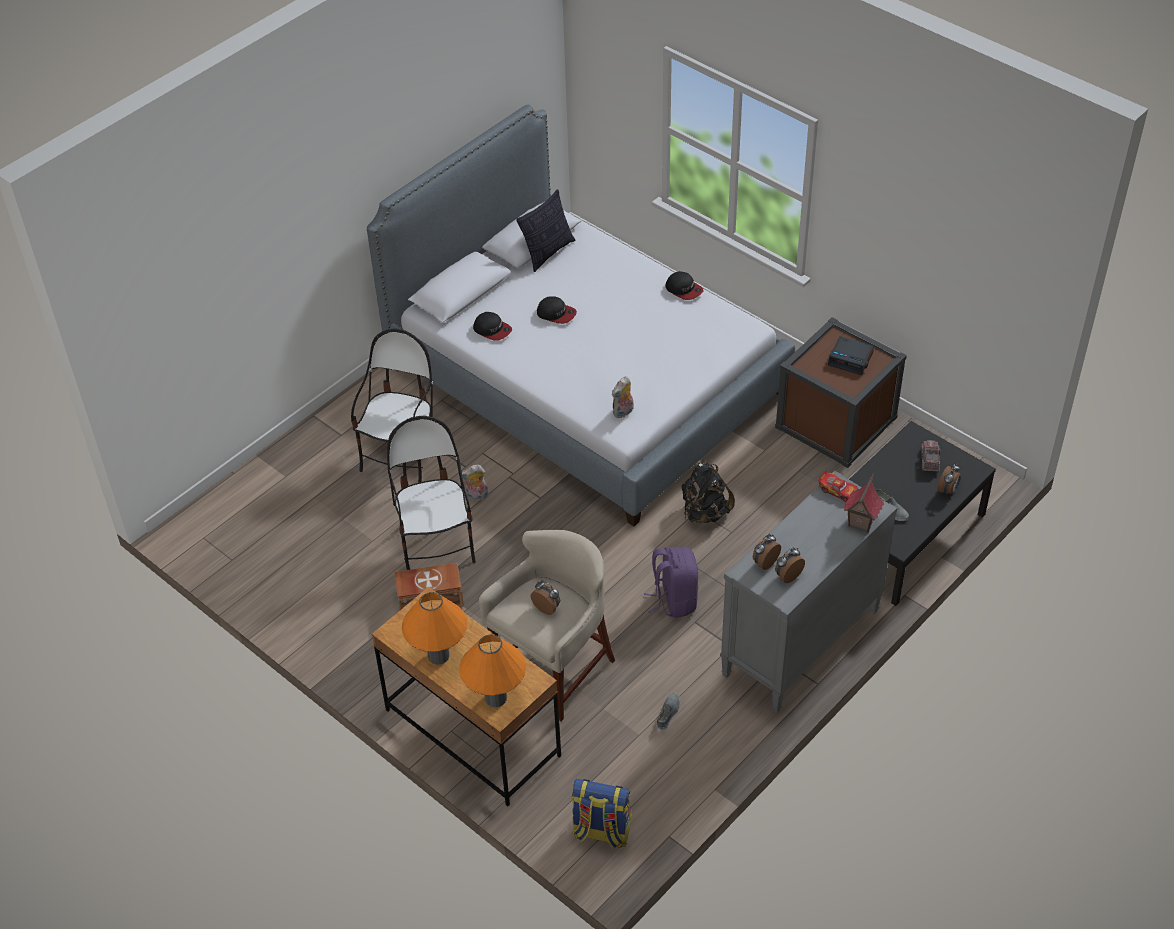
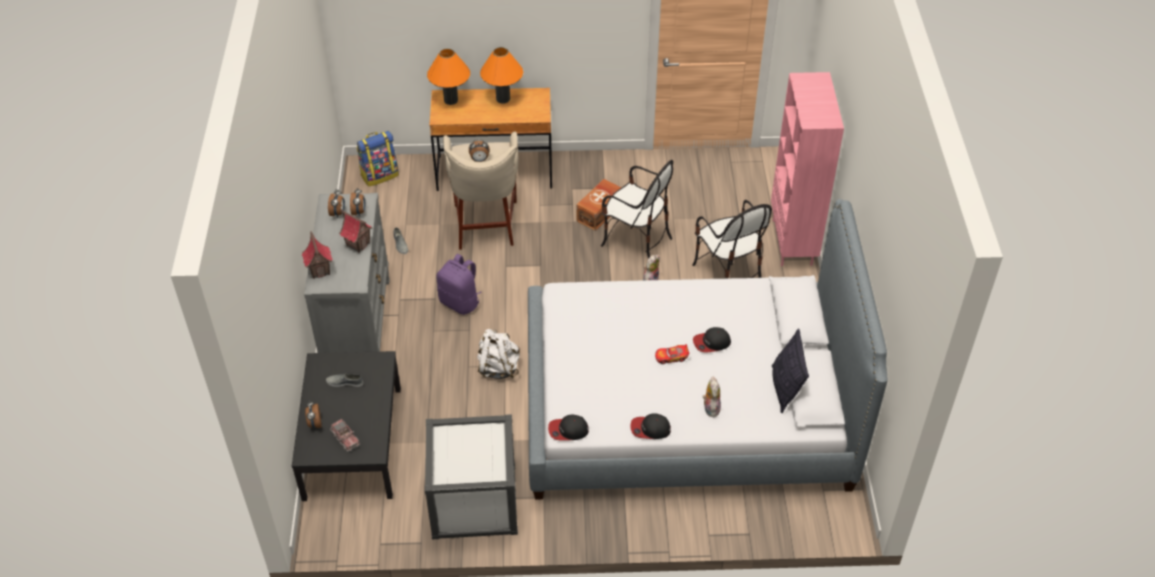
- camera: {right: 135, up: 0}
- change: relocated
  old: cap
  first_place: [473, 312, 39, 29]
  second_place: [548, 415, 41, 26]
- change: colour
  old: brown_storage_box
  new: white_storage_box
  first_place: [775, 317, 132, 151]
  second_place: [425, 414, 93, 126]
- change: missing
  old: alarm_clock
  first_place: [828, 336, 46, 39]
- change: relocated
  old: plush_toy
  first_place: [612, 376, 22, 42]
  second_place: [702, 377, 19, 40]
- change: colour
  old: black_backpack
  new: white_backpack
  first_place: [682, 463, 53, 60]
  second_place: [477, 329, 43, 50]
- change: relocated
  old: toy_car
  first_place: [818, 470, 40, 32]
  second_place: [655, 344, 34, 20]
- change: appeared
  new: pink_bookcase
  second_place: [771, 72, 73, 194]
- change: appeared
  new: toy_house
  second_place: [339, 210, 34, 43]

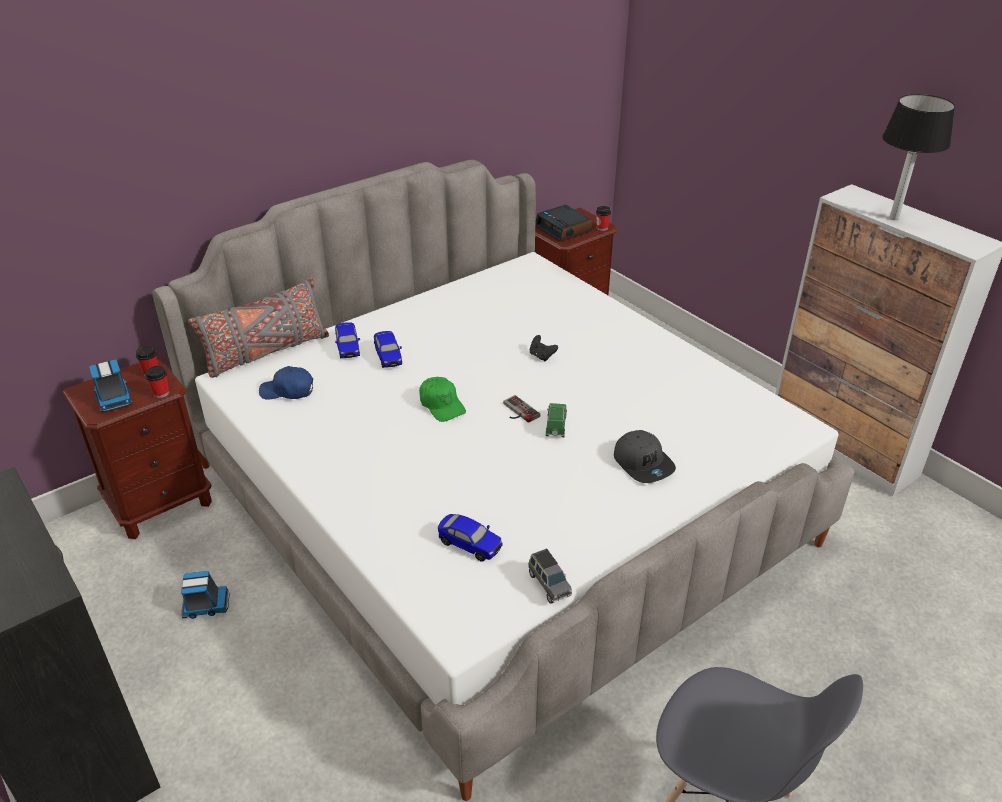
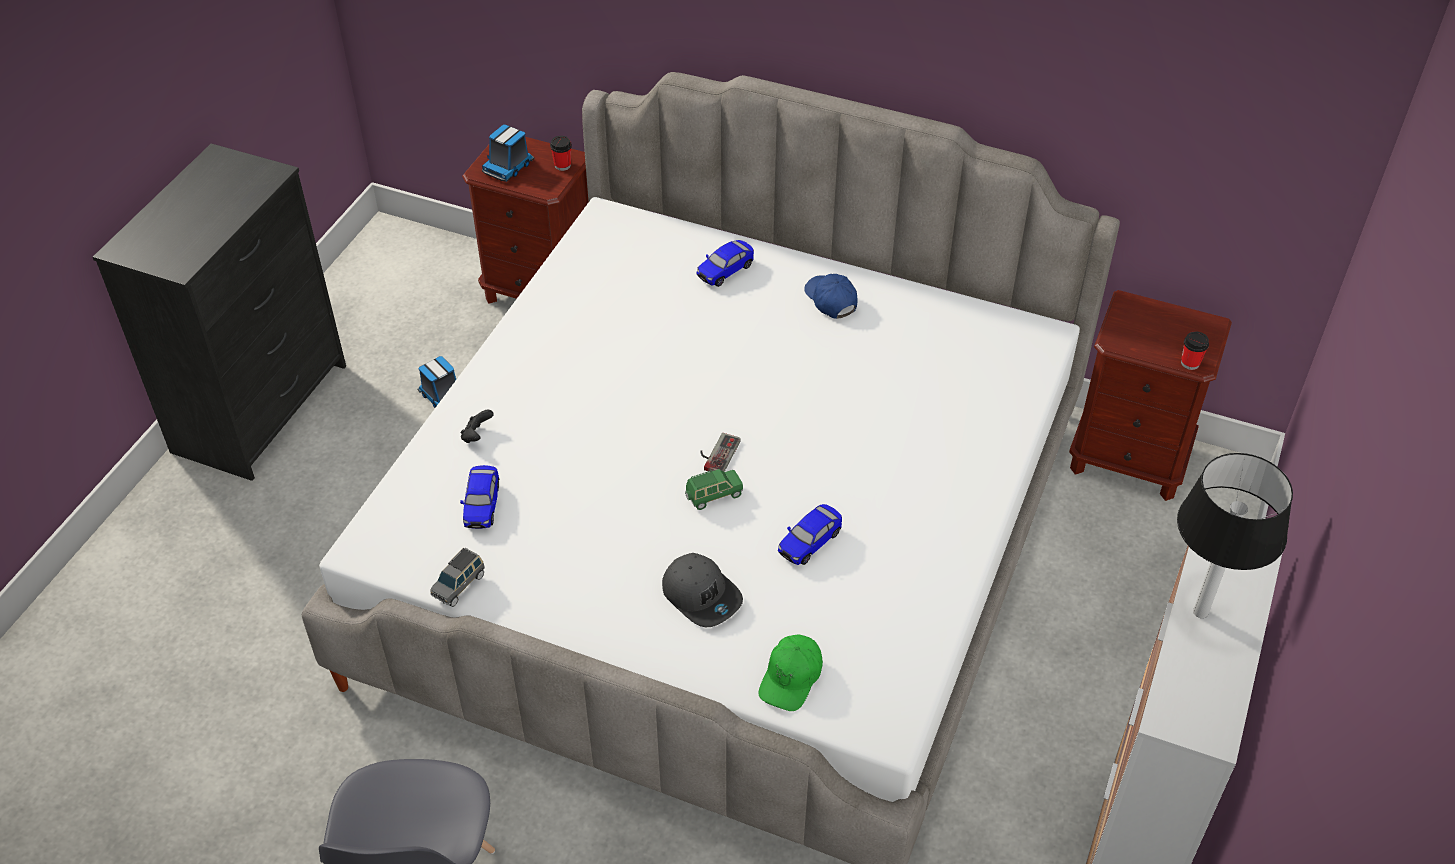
- camera: {right: 60, up: 10}
- change: missing
  old: alarm_clock
  first_place: [535, 205, 58, 37]
- change: missing
  old: grey_pillow
  first_place: [188, 278, 141, 100]
- change: relocated
  old: toy_car
  first_place: [374, 331, 28, 37]
  second_place: [778, 504, 64, 61]
- change: relocated
  old: black_game_controller
  first_place: [530, 335, 28, 26]
  second_place: [461, 410, 33, 33]
- change: missing
  old: cup
  first_place: [145, 366, 24, 32]
- change: relocated
  old: blue_cap
  first_place: [259, 366, 54, 34]
  second_place: [804, 274, 54, 45]
- change: relocated
  old: green_cap
  first_place: [419, 377, 47, 45]
  second_place: [759, 635, 64, 76]
- change: spun
  old: grey_cap
  first_place: [614, 430, 62, 53]
  second_place: [662, 553, 81, 74]
  degrees: -75

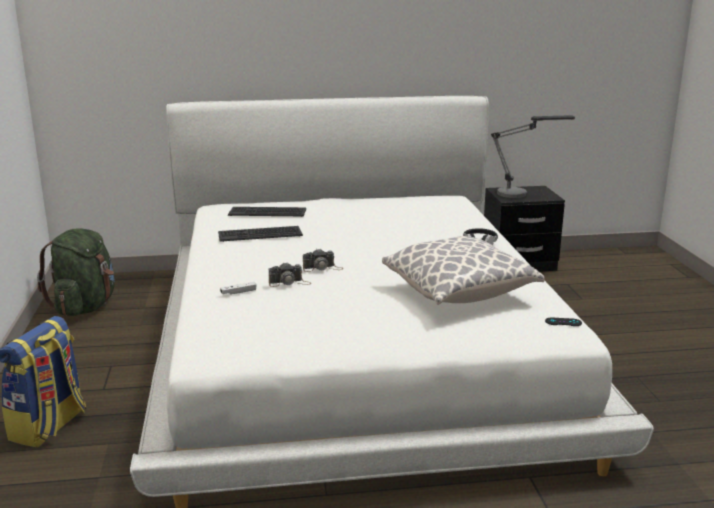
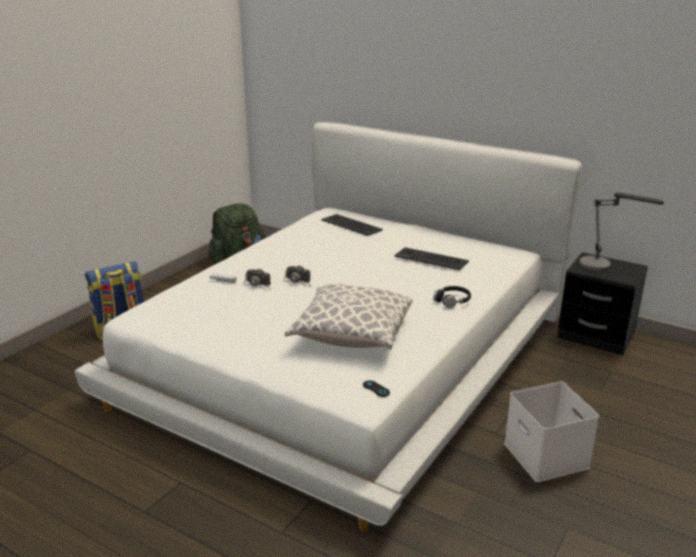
- camera: {right: 40, up: 5}
- change: relocated
  old: keyboard
  first_place: [218, 226, 85, 16]
  second_place: [394, 247, 75, 23]
- change: appeared
  new: white_storage_box
  second_place: [504, 382, 95, 100]

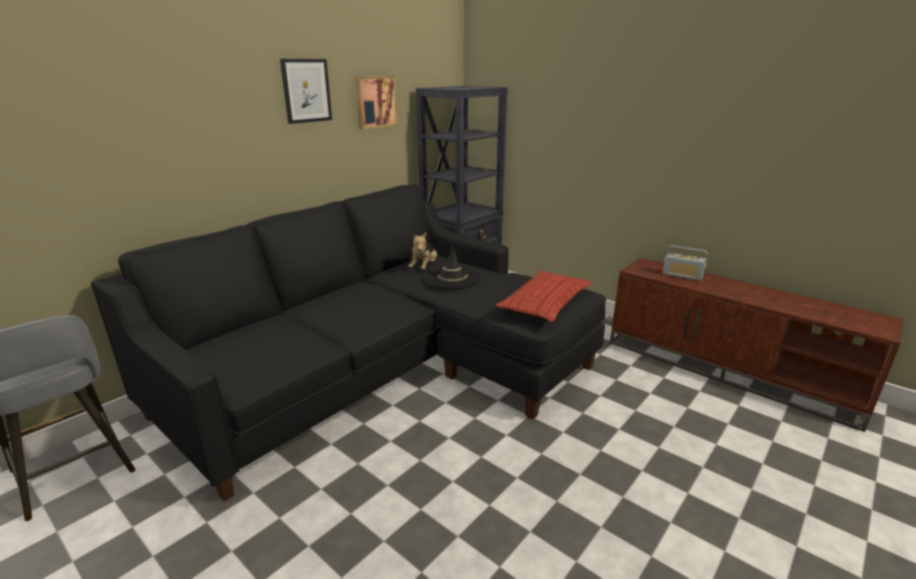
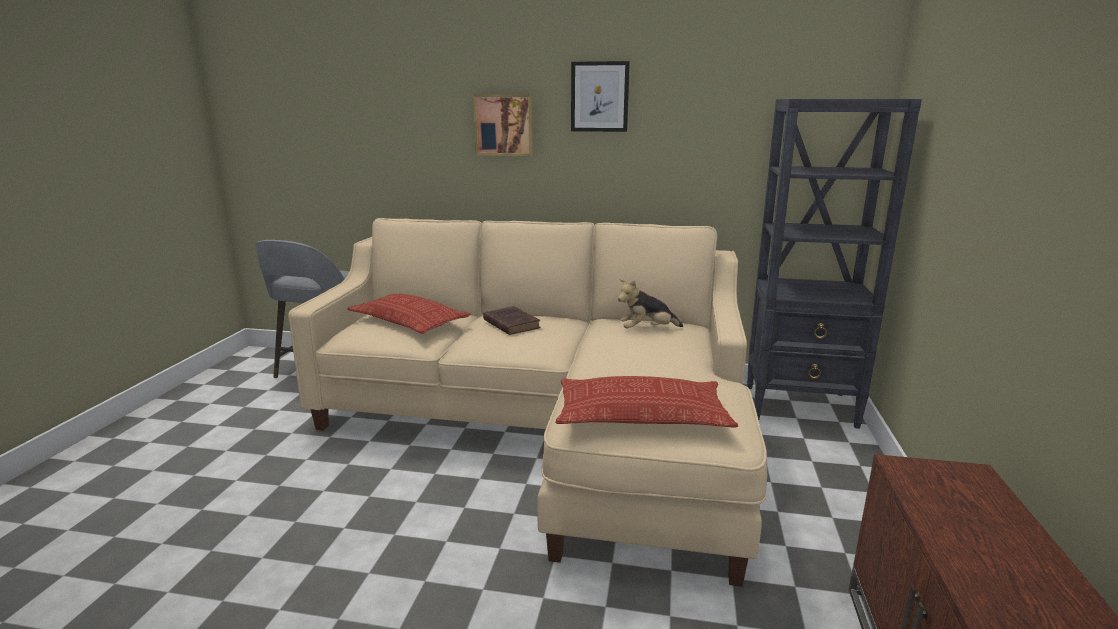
- camera: {right: 60, up: -5}
- change: relocated
  old: picture
  first_place: [355, 76, 43, 54]
  second_place: [473, 94, 60, 62]
- change: colour
  old: black_sofa
  new: beige_sofa
  first_place: [91, 184, 515, 317]
  second_place: [288, 218, 479, 369]
- change: missing
  old: black_hat
  first_place: [424, 245, 57, 44]
- change: missing
  old: radio
  first_place: [663, 245, 45, 36]
- change: appeared
  new: pillow
  second_place: [347, 294, 124, 40]
- change: appeared
  new: brown_book
  second_place: [483, 306, 58, 29]

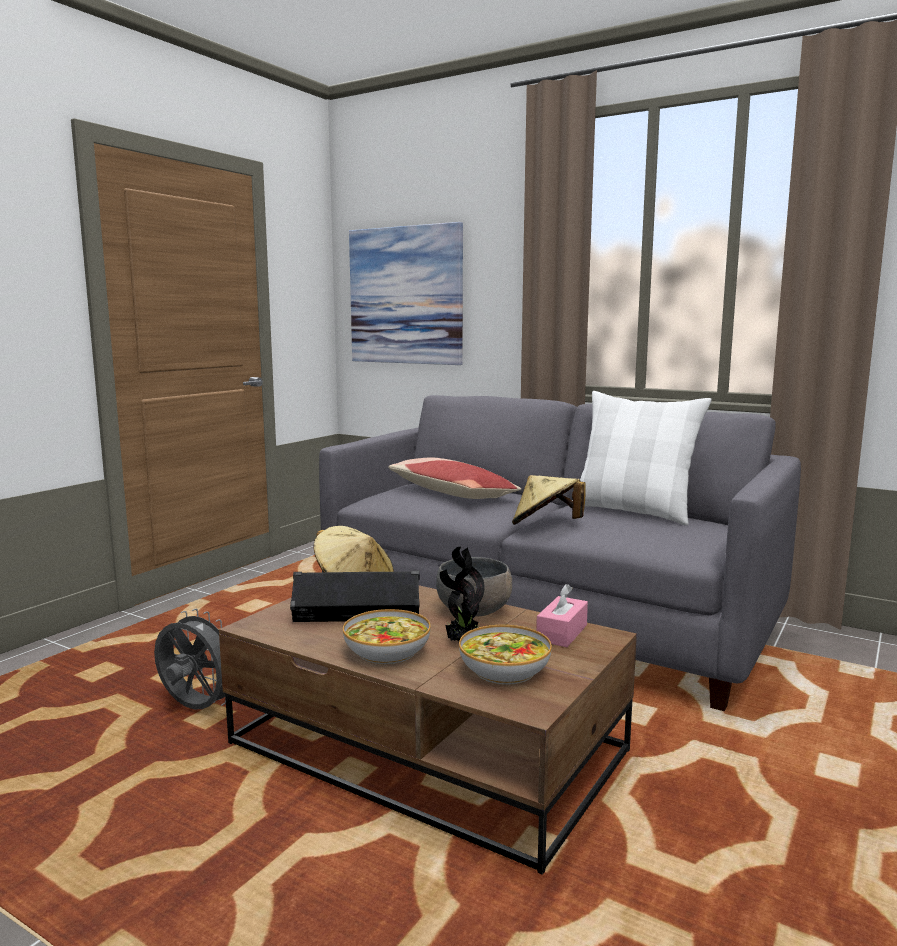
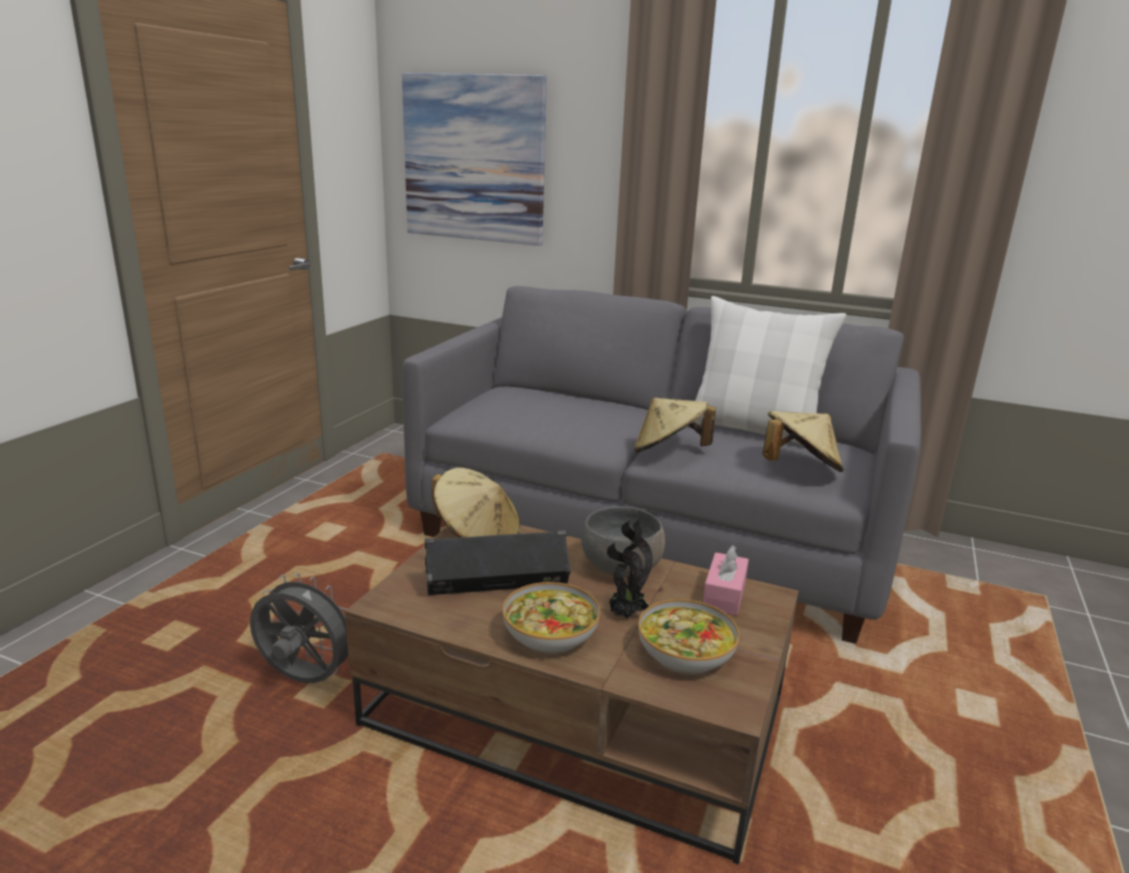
- camera: {right: -10, up: 10}
- change: missing
  old: pillow
  first_place: [388, 457, 133, 42]
- change: appeared
  new: beige_hat
  second_place: [763, 411, 81, 61]

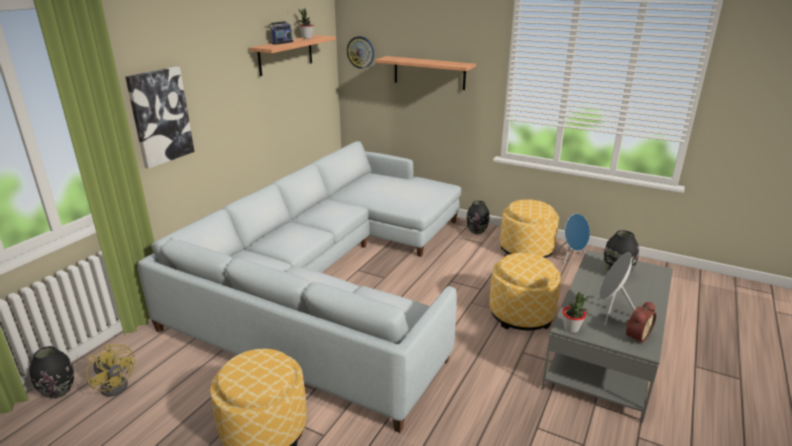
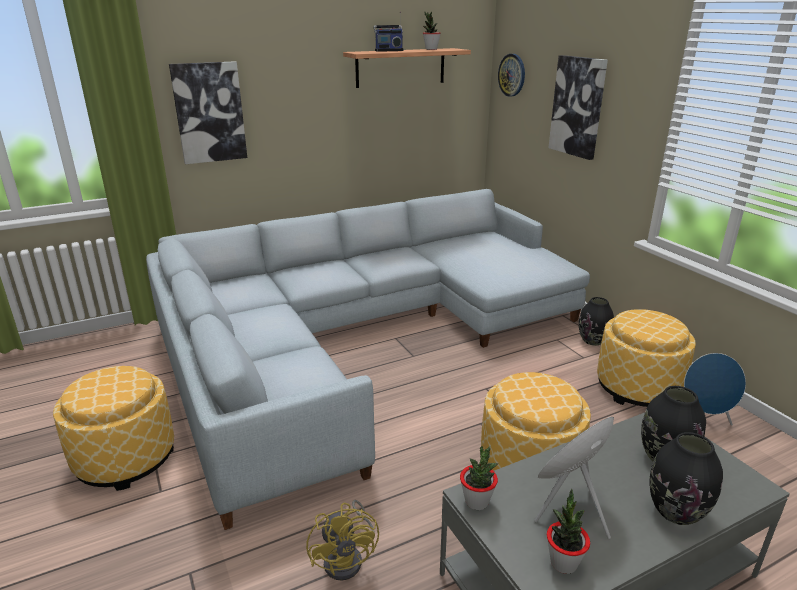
- camera: {right: 35, up: 0}
- change: exchanged
  old: shelf
  new: picture
  first_place: [375, 56, 101, 34]
  second_place: [548, 55, 60, 105]
- change: exchanged
  old: alarm_clock
  new: potted_plant
  first_place: [626, 301, 30, 43]
  second_place: [547, 489, 43, 85]
- change: relocated
  old: yellow_fan
  first_place: [86, 344, 49, 53]
  second_place: [306, 500, 73, 81]
- change: relocated
  old: black_vase
  first_place: [29, 346, 45, 52]
  second_place: [649, 432, 74, 93]

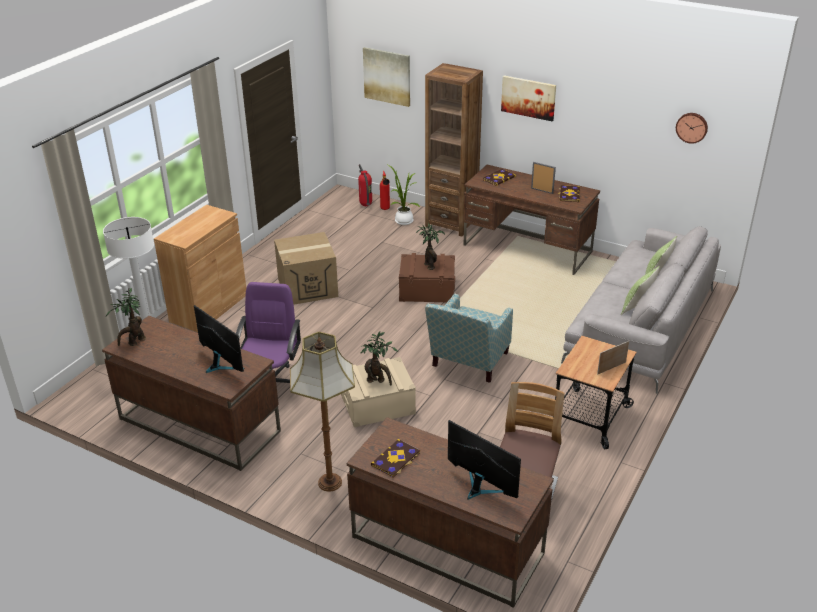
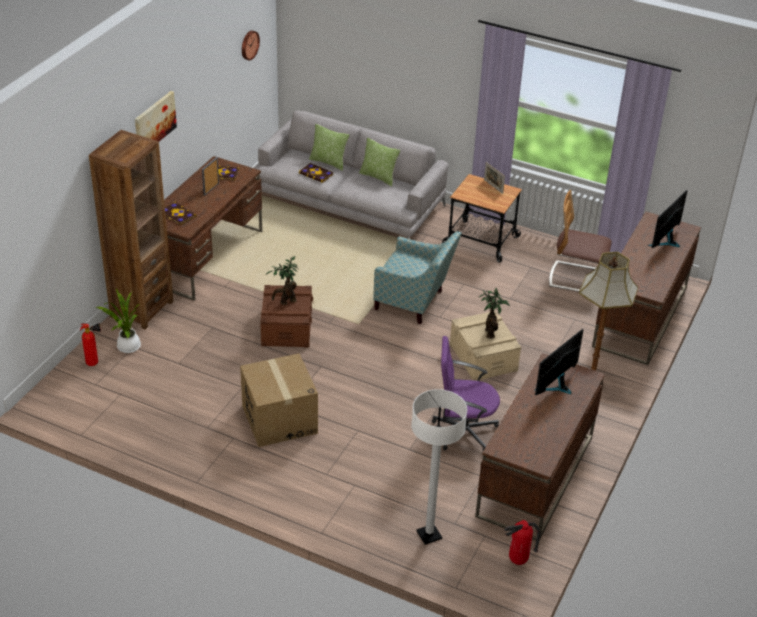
- camera: {right: -95, up: 5}
- change: missing
  old: picture
  first_place: [363, 47, 47, 60]
- change: relocated
  old: fire_extinguisher
  first_place: [358, 164, 14, 42]
  second_place: [504, 520, 36, 45]
- change: missing
  old: brown_cabinet
  first_place: [154, 205, 92, 127]
- change: missing
  old: potted_plant
  first_place: [106, 288, 40, 58]
- change: relocated
  old: book
  first_place: [371, 439, 49, 39]
  second_place: [299, 163, 34, 20]

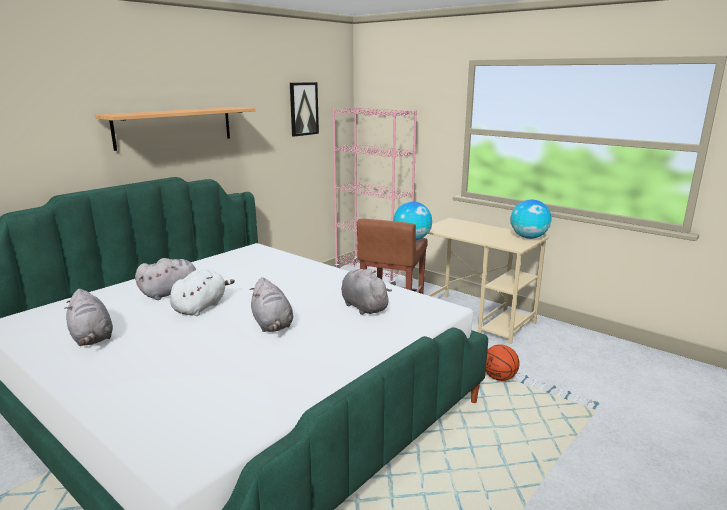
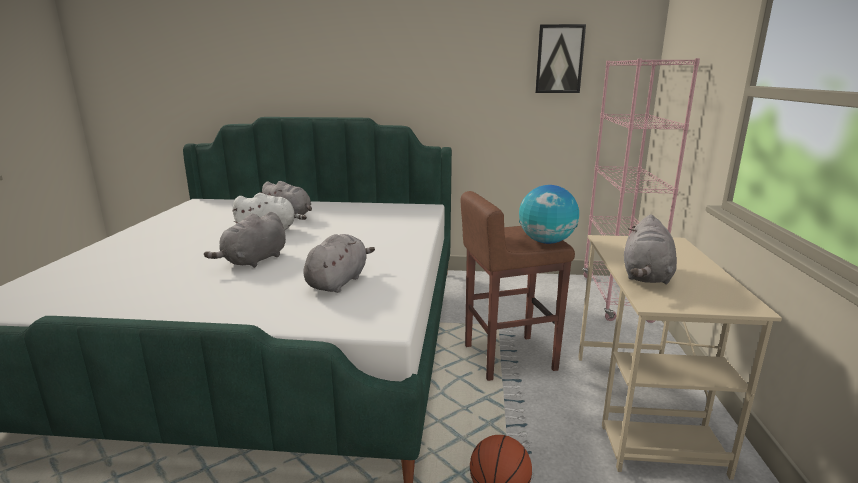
- camera: {right: 55, up: 0}
- change: missing
  old: shelf
  first_place: [95, 107, 160, 44]
- change: missing
  old: globe
  first_place: [510, 200, 41, 39]
- change: relocated
  old: grey_plush_toy
  first_place: [65, 289, 48, 57]
  second_place: [624, 214, 53, 70]

